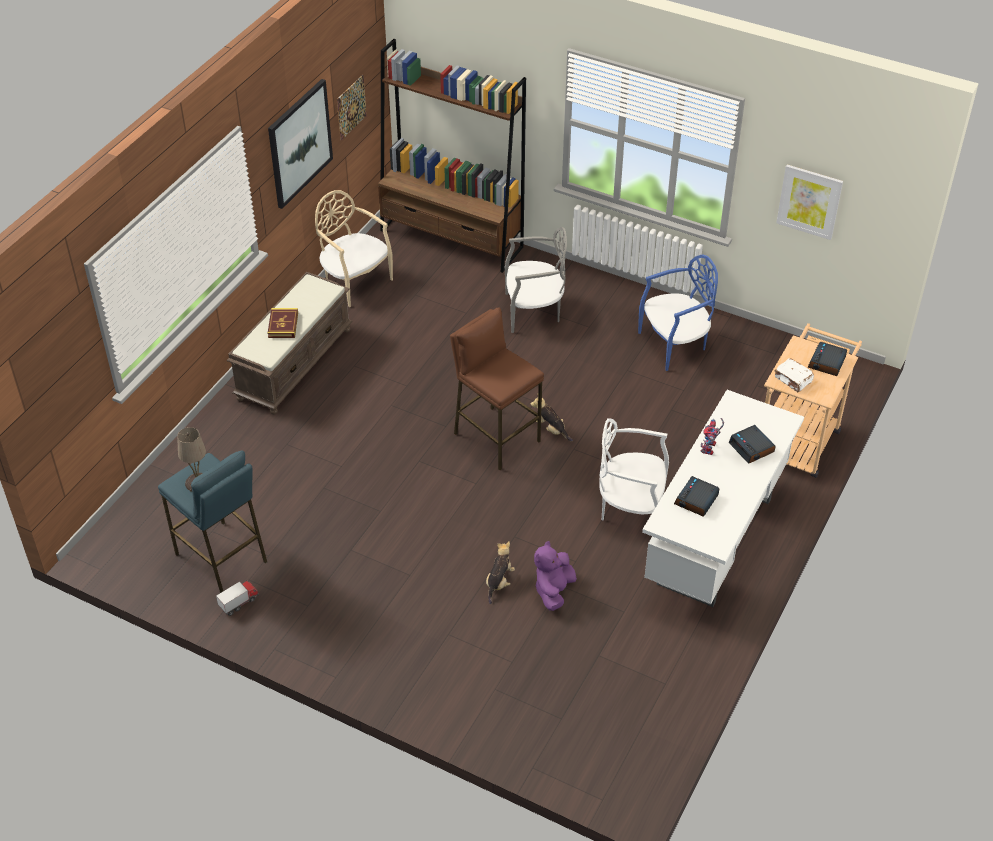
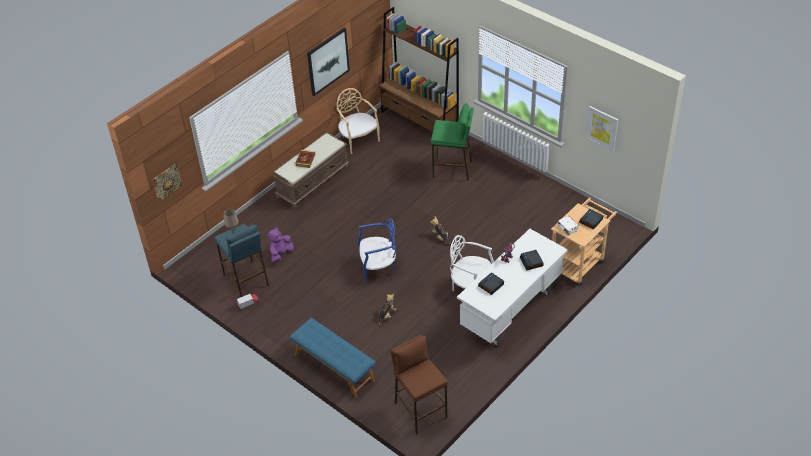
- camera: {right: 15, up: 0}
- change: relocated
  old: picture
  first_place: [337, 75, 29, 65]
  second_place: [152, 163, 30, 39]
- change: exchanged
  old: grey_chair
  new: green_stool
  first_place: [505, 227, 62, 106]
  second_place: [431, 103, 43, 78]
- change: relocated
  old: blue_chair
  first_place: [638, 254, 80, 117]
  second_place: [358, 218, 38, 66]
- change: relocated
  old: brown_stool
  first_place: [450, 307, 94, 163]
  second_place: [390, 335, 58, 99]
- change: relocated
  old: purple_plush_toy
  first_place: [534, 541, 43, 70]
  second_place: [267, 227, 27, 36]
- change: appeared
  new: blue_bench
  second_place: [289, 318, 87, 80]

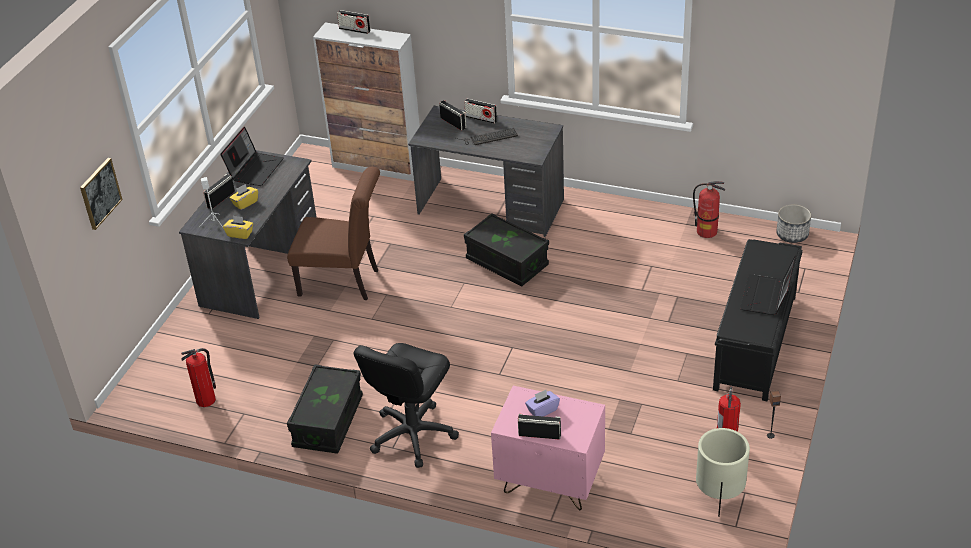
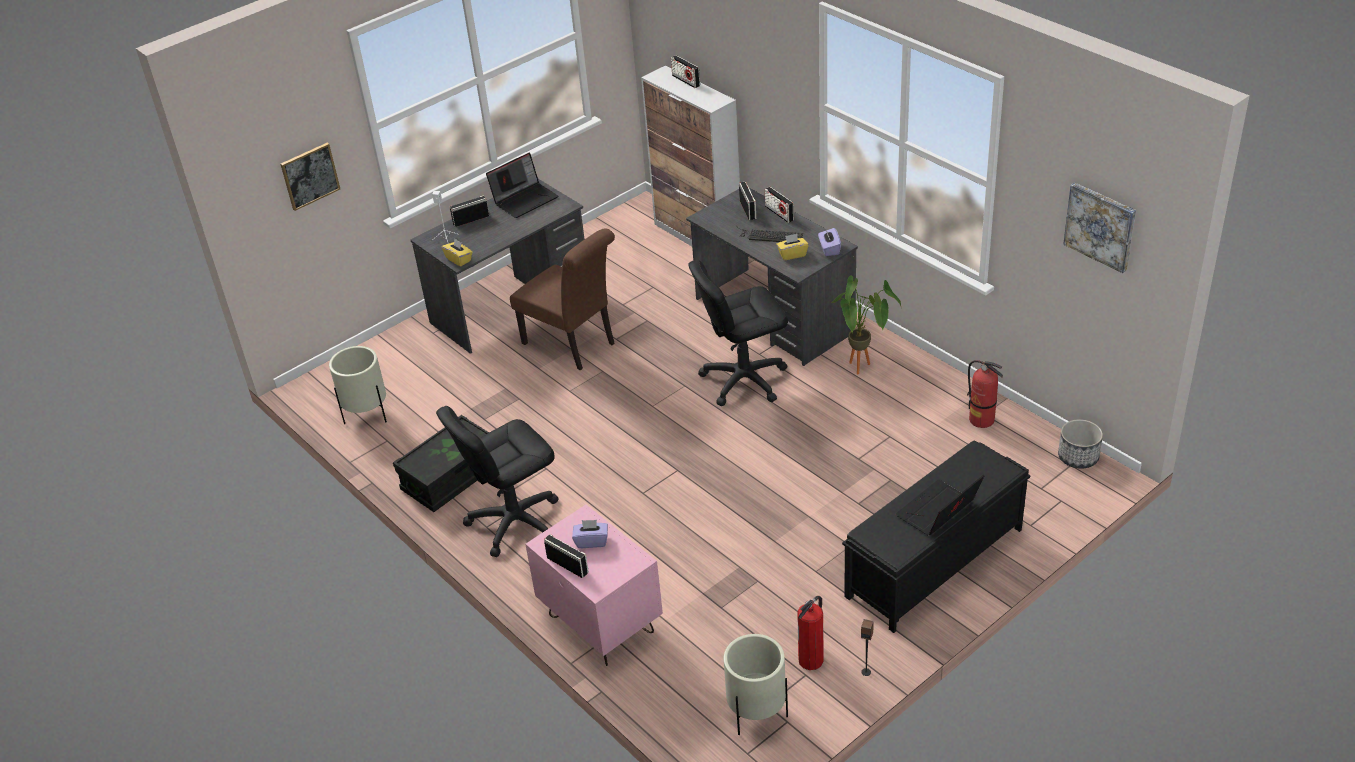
- camera: {right: 30, up: 0}
- change: relocated
  old: yellow_tissue_box
  first_place: [229, 184, 29, 26]
  second_place: [776, 234, 33, 26]
- change: exchanged
  old: black_storage_box
  new: black_office_chair
  first_place: [464, 213, 85, 73]
  second_place: [688, 260, 100, 146]
- change: exchanged
  old: fire_extinguisher
  new: beige_planter
  first_place: [181, 348, 35, 59]
  second_place: [329, 346, 58, 78]
- change: appeared
  new: picture
  second_place: [1063, 183, 73, 90]
- change: appeared
  new: purple_tissue_box
  second_place: [818, 228, 23, 28]
- change: appeared
  new: potted_plant
  second_place: [832, 275, 69, 99]

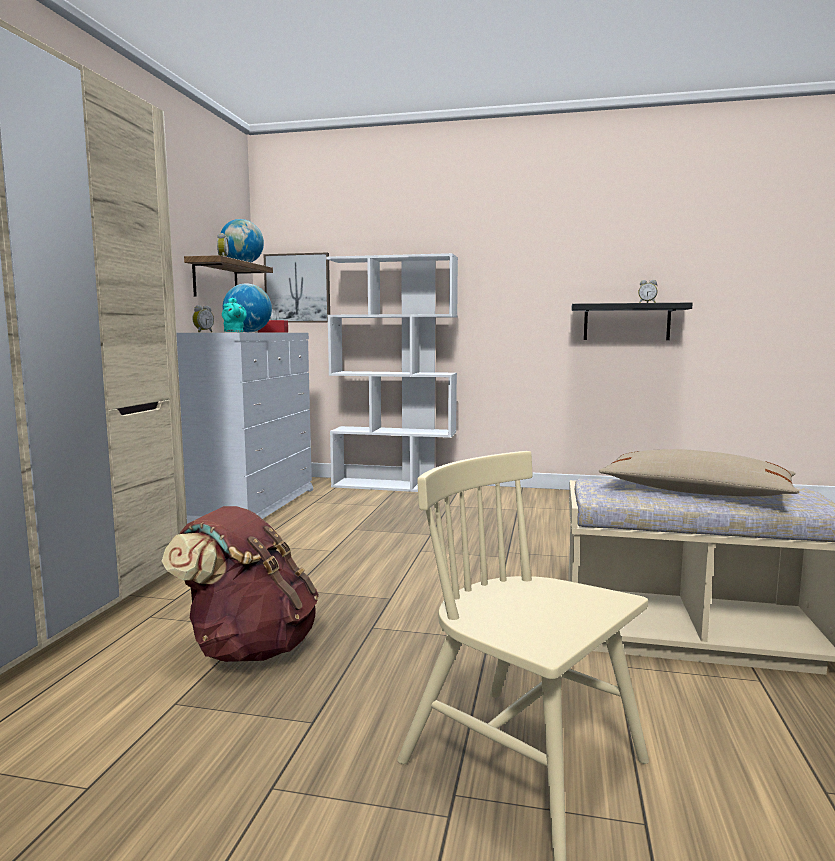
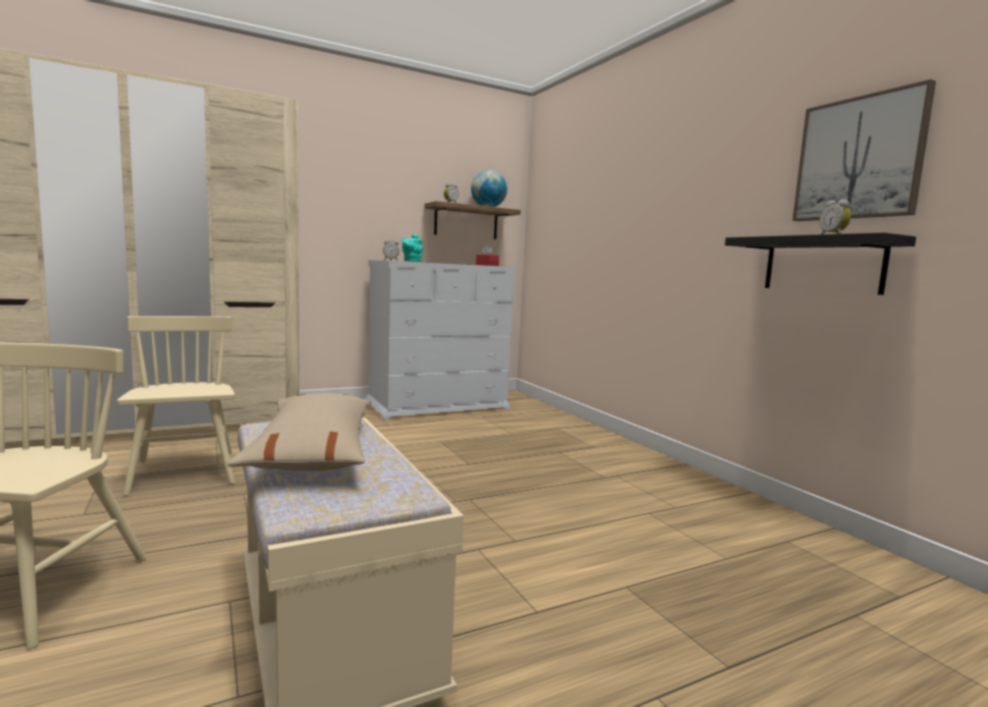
- camera: {right: 50, up: 0}
- change: relocated
  old: picture
  first_place: [263, 253, 67, 70]
  second_place: [792, 79, 144, 142]
- change: missing
  old: white_bookcase
  first_place: [326, 253, 132, 239]
- change: missing
  old: globe
  first_place: [223, 283, 49, 49]
- change: exchanged
  old: brown_backpack
  new: beige_chair
  first_place: [162, 506, 157, 156]
  second_place: [117, 316, 118, 180]

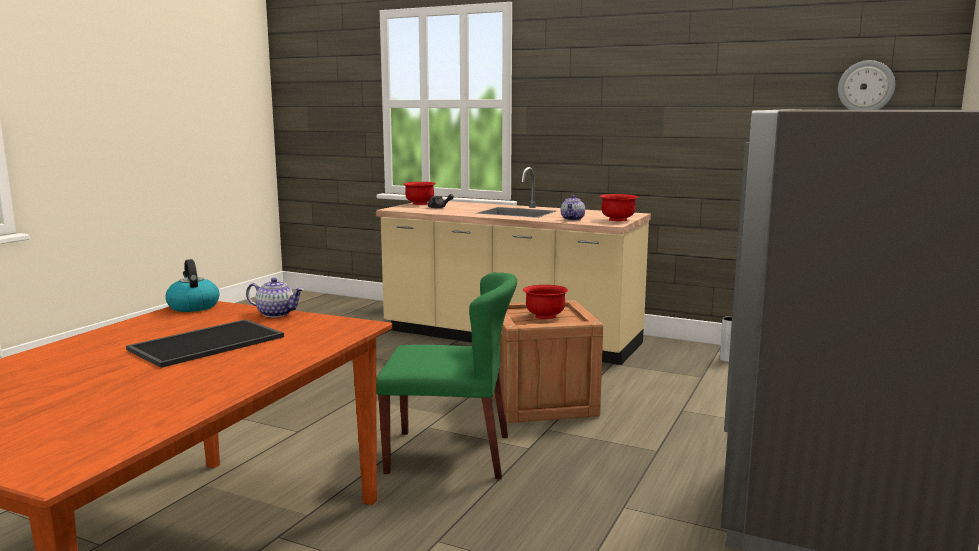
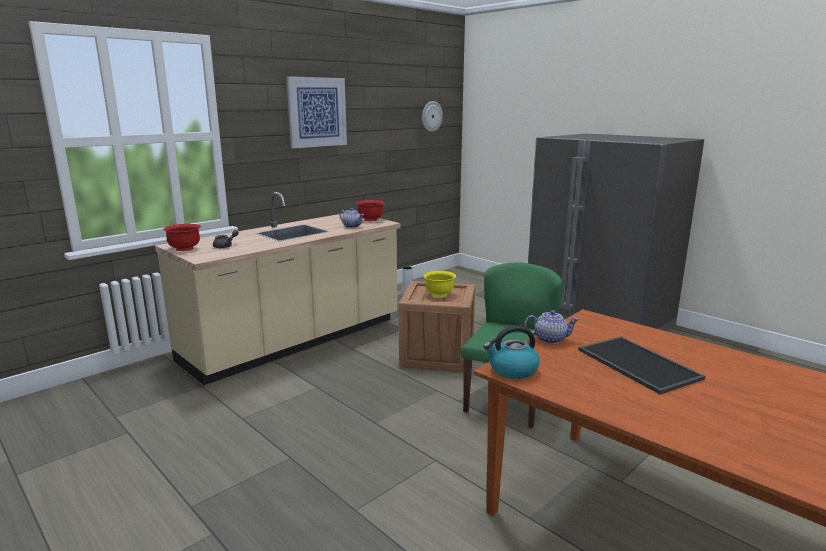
- camera: {right: -70, up: 5}
- change: spun
  old: teapot
  first_place: [246, 278, 58, 39]
  second_place: [524, 310, 55, 34]
  degrees: 60
- change: colour
  old: red_bowl
  new: yellow_bowl
  first_place: [523, 285, 45, 34]
  second_place: [423, 271, 33, 26]
- change: appeared
  new: picture
  second_place: [286, 76, 61, 72]

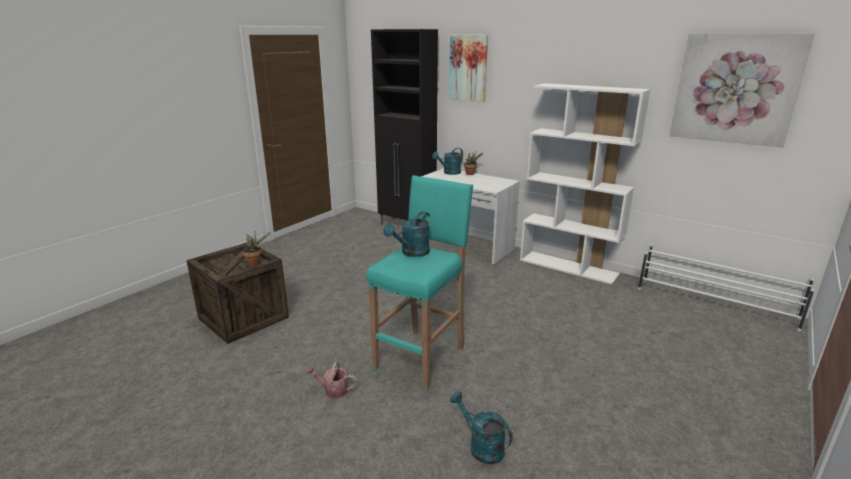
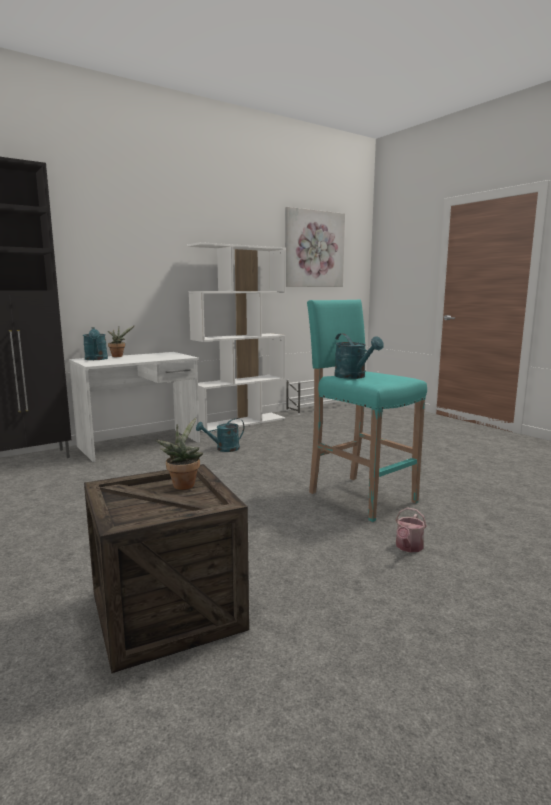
- camera: {right: -70, up: -10}
- change: missing
  old: picture
  first_place: [449, 35, 39, 67]
- change: relocated
  old: turquoise_watering_can
  first_place: [450, 392, 63, 72]
  second_place: [196, 418, 48, 34]

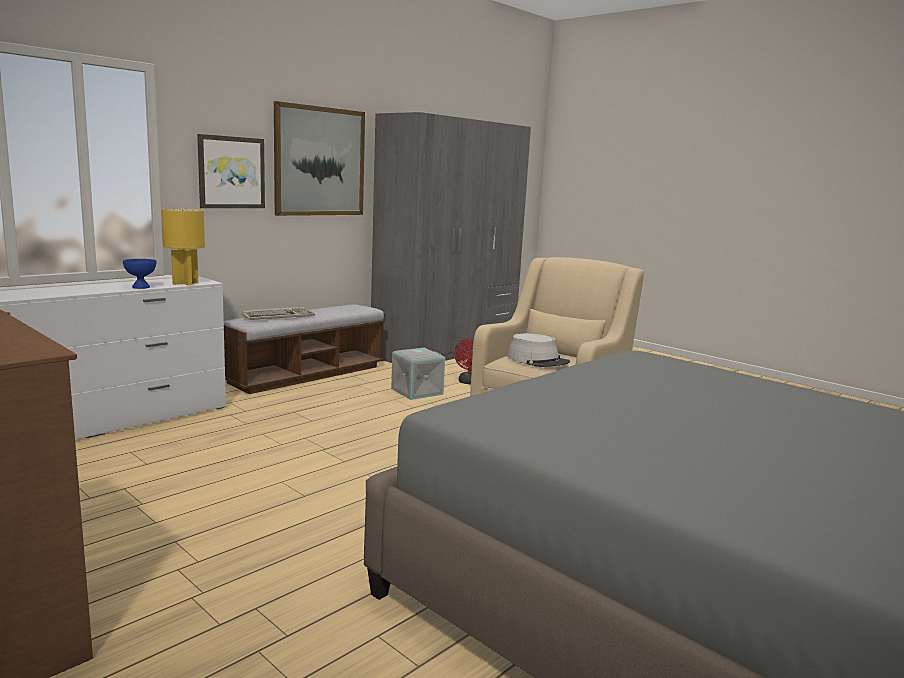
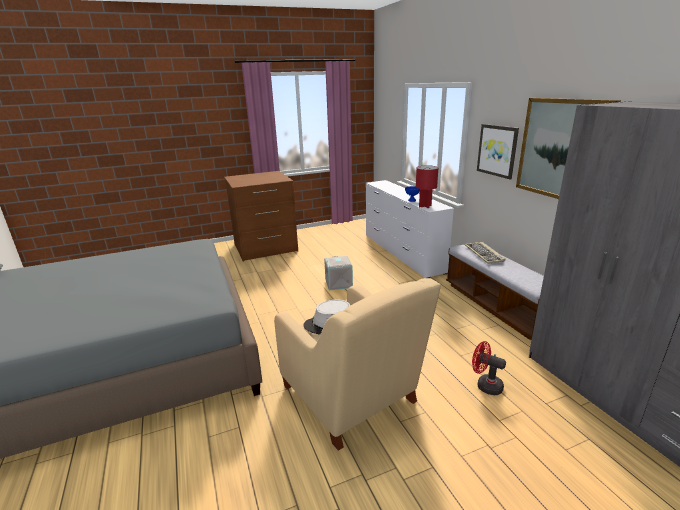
- camera: {right: 115, up: 10}
- change: colour
  old: yellow_table_lamp
  new: red_table_lamp
  first_place: [161, 208, 44, 78]
  second_place: [416, 165, 22, 43]
- change: relocated
  old: grey_storage_box
  first_place: [391, 348, 54, 52]
  second_place: [324, 256, 29, 35]

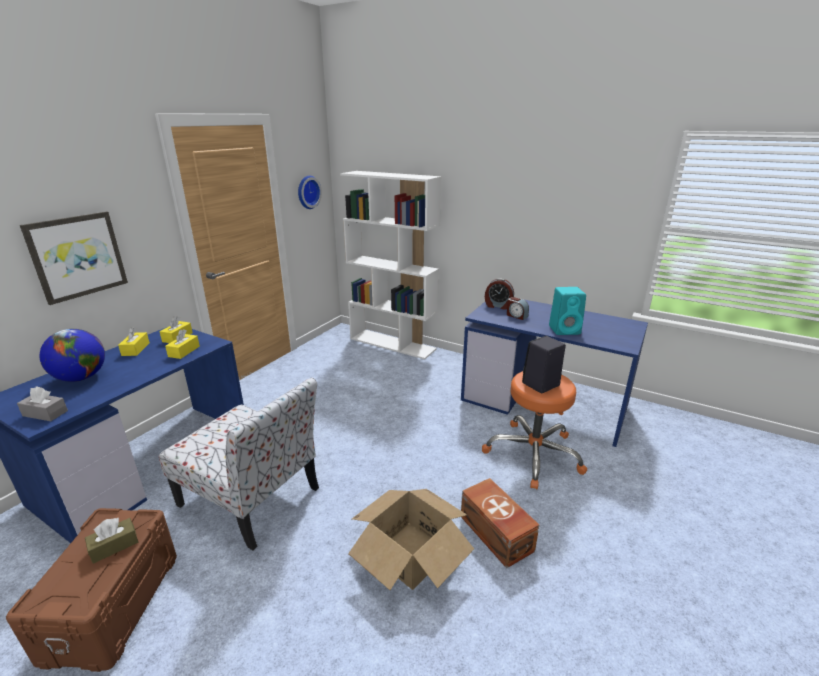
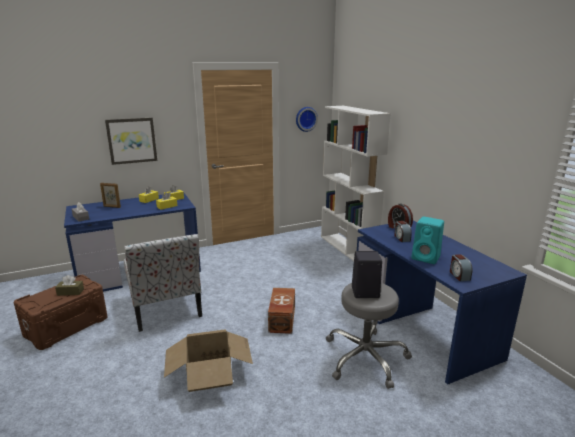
- camera: {right: 35, up: -5}
- change: exchanged
  old: globe
  new: picture_frame
  first_place: [39, 329, 66, 53]
  second_place: [100, 183, 21, 25]
- change: colour
  old: orange_stool
  new: grey_stool
  first_place: [482, 371, 105, 118]
  second_place: [326, 283, 86, 106]
- change: relocated
  old: brown_storage_box
  first_place: [461, 478, 78, 90]
  second_place: [268, 288, 27, 46]
- change: appeared
  new: alarm_clock
  second_place: [450, 254, 23, 27]

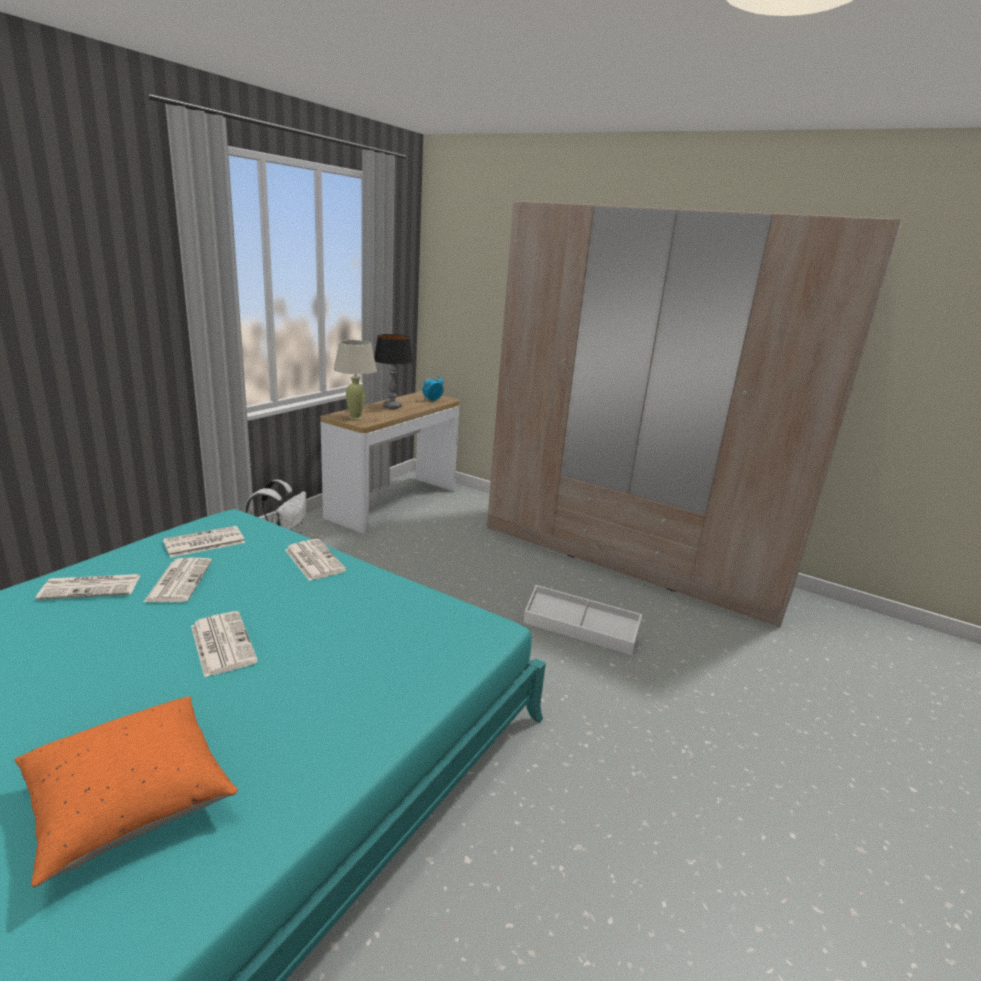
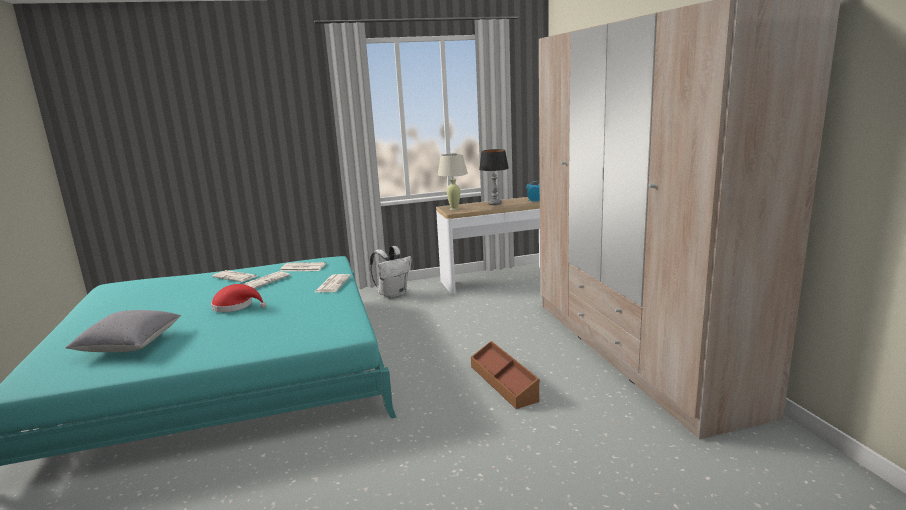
- camera: {right: 45, up: -5}
- change: colour
  old: white_storage_box
  new: brown_storage_box
  first_place: [523, 585, 119, 71]
  second_place: [471, 341, 69, 68]
- change: exchanged
  old: newspaper
  new: red_hat
  first_place: [191, 611, 67, 67]
  second_place: [211, 284, 55, 28]
- change: colour
  old: orange_pillow
  new: grey_pillow
  first_place: [14, 696, 224, 192]
  second_place: [65, 310, 116, 42]

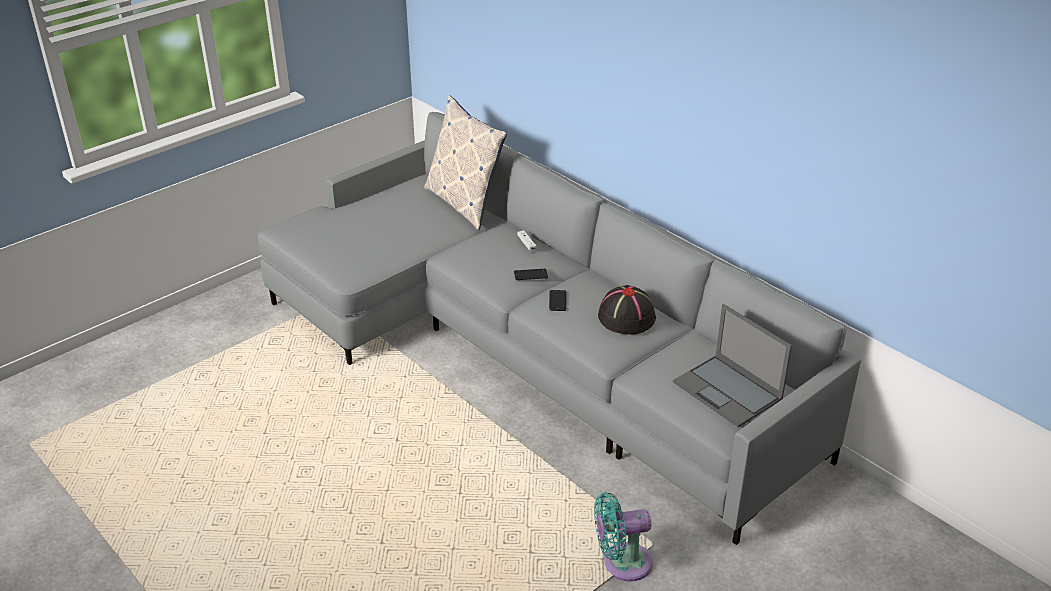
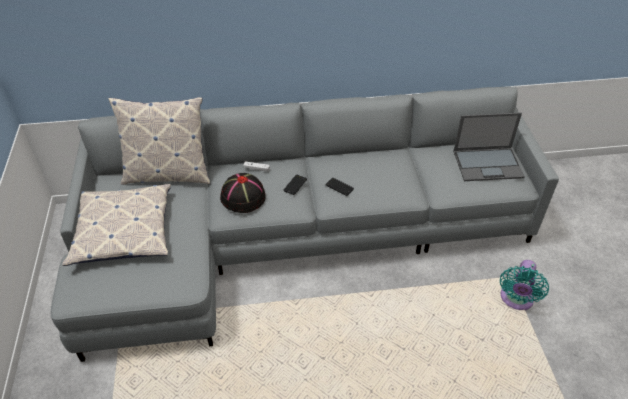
- camera: {right: -55, up: 10}
- change: relocated
  old: black_hat
  first_place: [598, 285, 58, 49]
  second_place: [220, 173, 46, 40]
- change: appeared
  new: pillow
  second_place: [62, 184, 109, 82]

